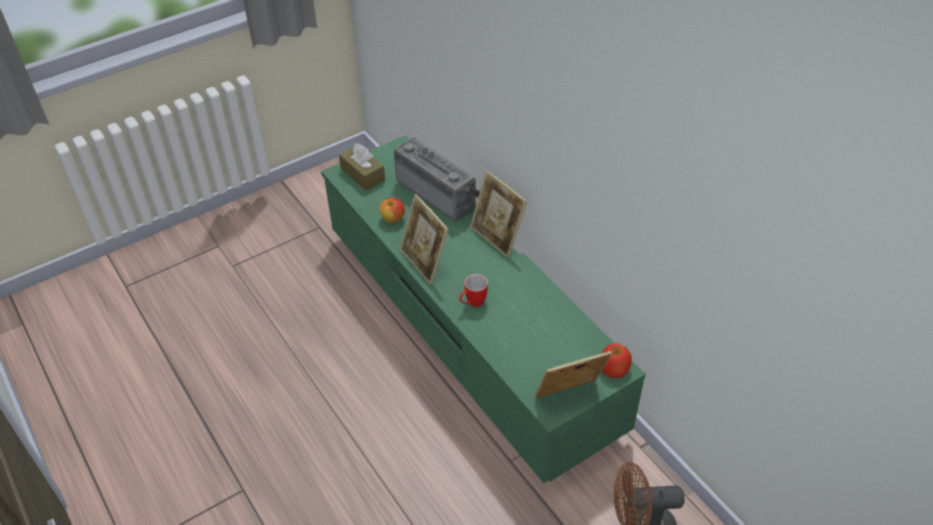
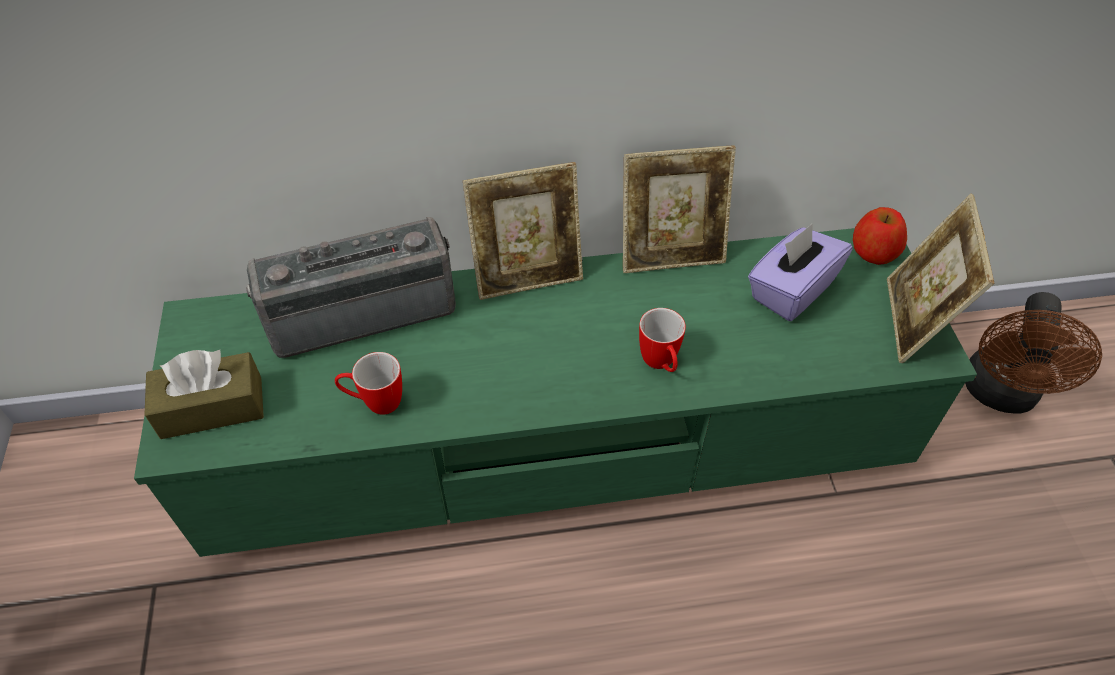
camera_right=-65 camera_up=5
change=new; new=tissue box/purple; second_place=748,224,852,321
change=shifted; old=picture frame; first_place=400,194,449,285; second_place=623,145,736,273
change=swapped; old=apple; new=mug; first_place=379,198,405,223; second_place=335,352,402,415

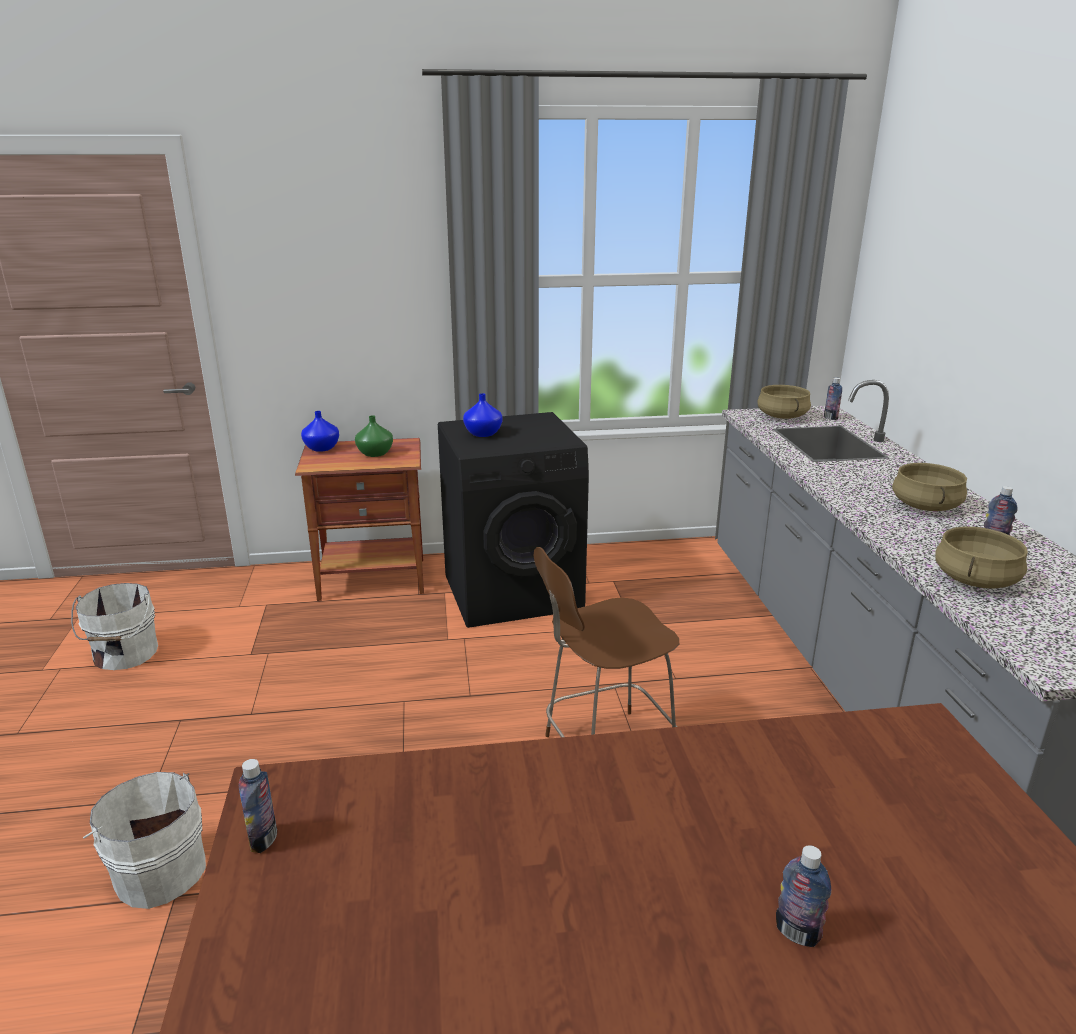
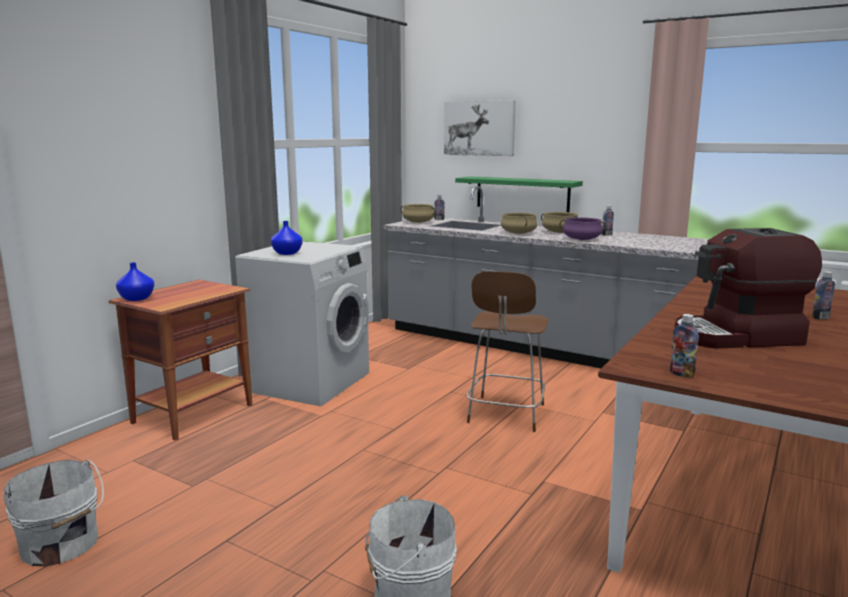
camera_right=-50 camera_up=-10
change=gone; old=vase/green; first_place=355,415,393,457
change=new; new=picture; second_place=444,100,516,156
change=new; new=shelf/green; second_place=455,176,583,212
change=new; new=cooking pot/purple; second_place=560,217,606,240
change=new; new=coffee machine; second_place=675,228,822,349
change=shifted; old=cooking pot/beige; first_place=935,526,1028,589; second_place=501,213,537,234
change=repainted; old=washing machine/black; new=washing machine/white; first_place=438,412,589,628; second_place=235,241,369,406

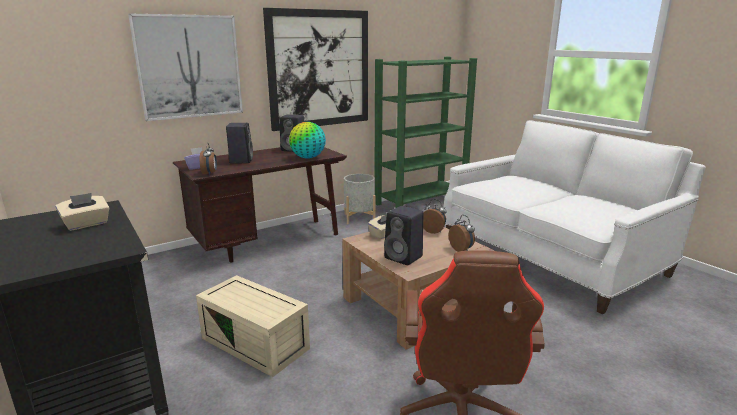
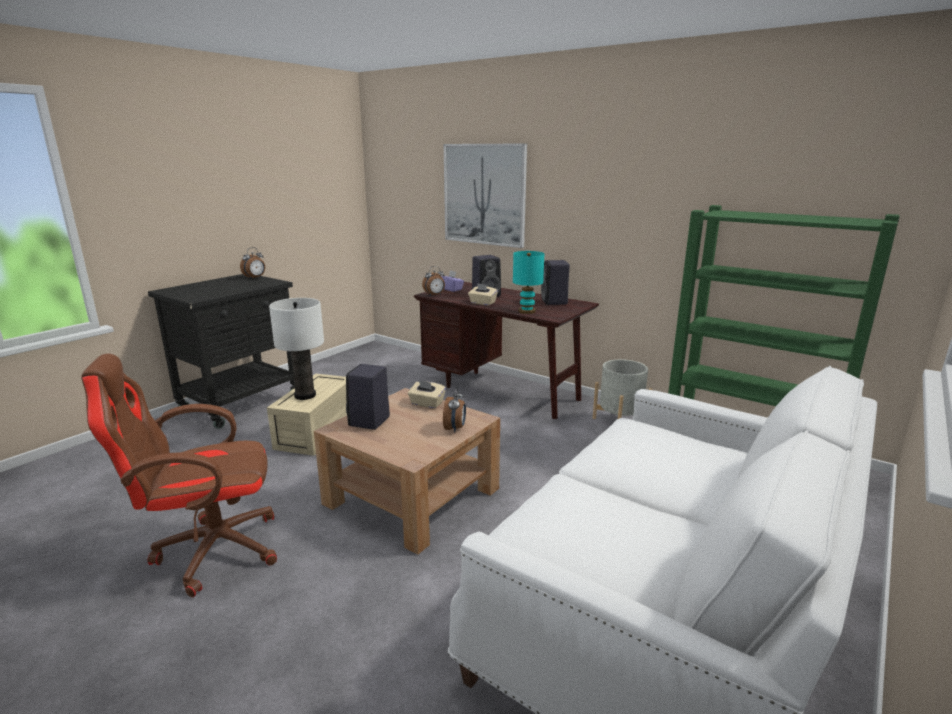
camera_right=70 camera_up=0
change=gone; old=picture; first_place=263,8,368,131
change=new; new=table lamp/white; second_place=269,298,324,400
change=shifted; old=tissue box/beige; first_place=55,193,109,231; second_place=468,283,498,305
change=shifted; old=alarm clock; first_place=449,215,475,252; second_place=240,247,265,279
change=swapped; old=globe; new=table lamp/turquoise; first_place=289,122,326,159; second_place=513,251,544,314

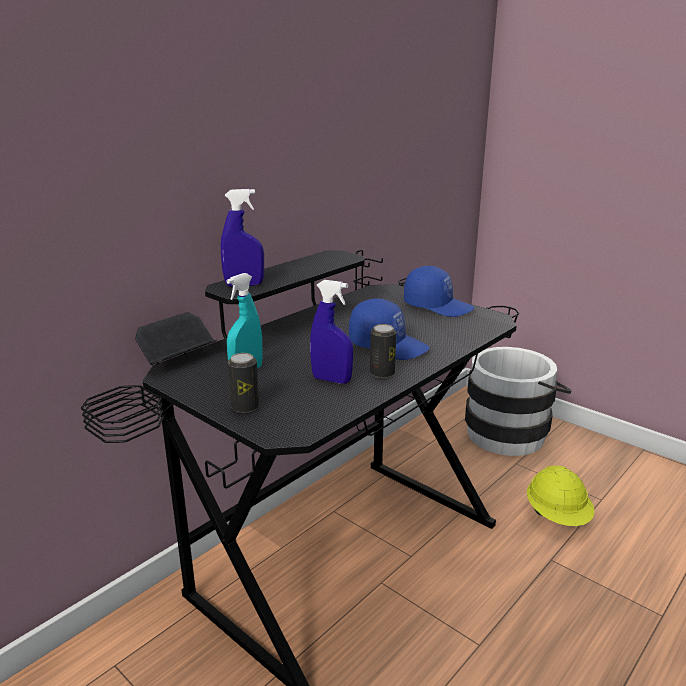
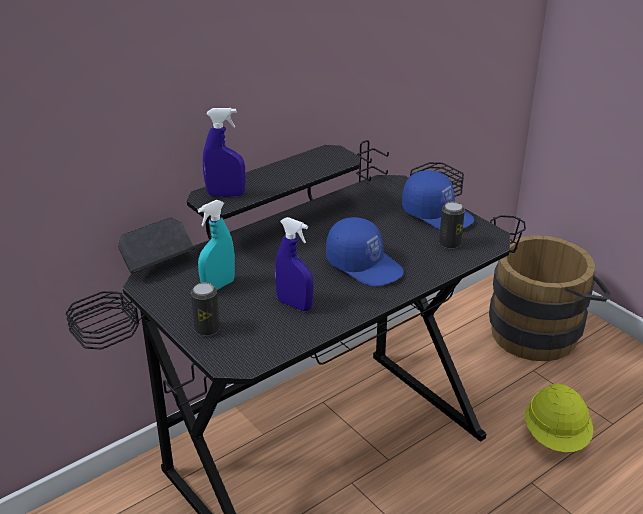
camera_right=10 camera_up=10
change=shifted; old=can; first_place=370,324,396,378; second_place=439,202,465,249
change=repainted; old=bucket/white; new=bucket/brown; first_place=465,347,572,456; second_place=489,235,611,361

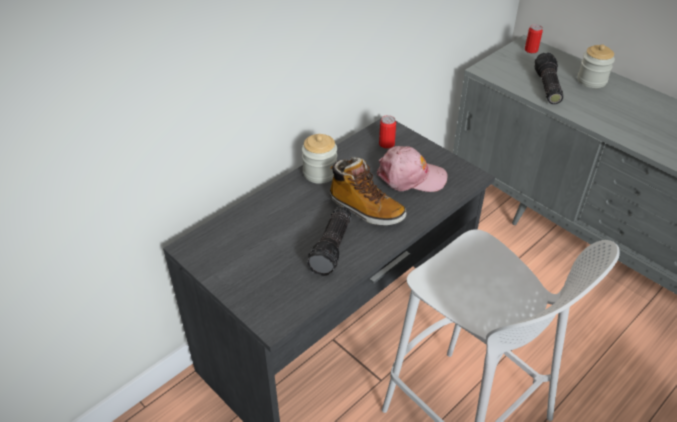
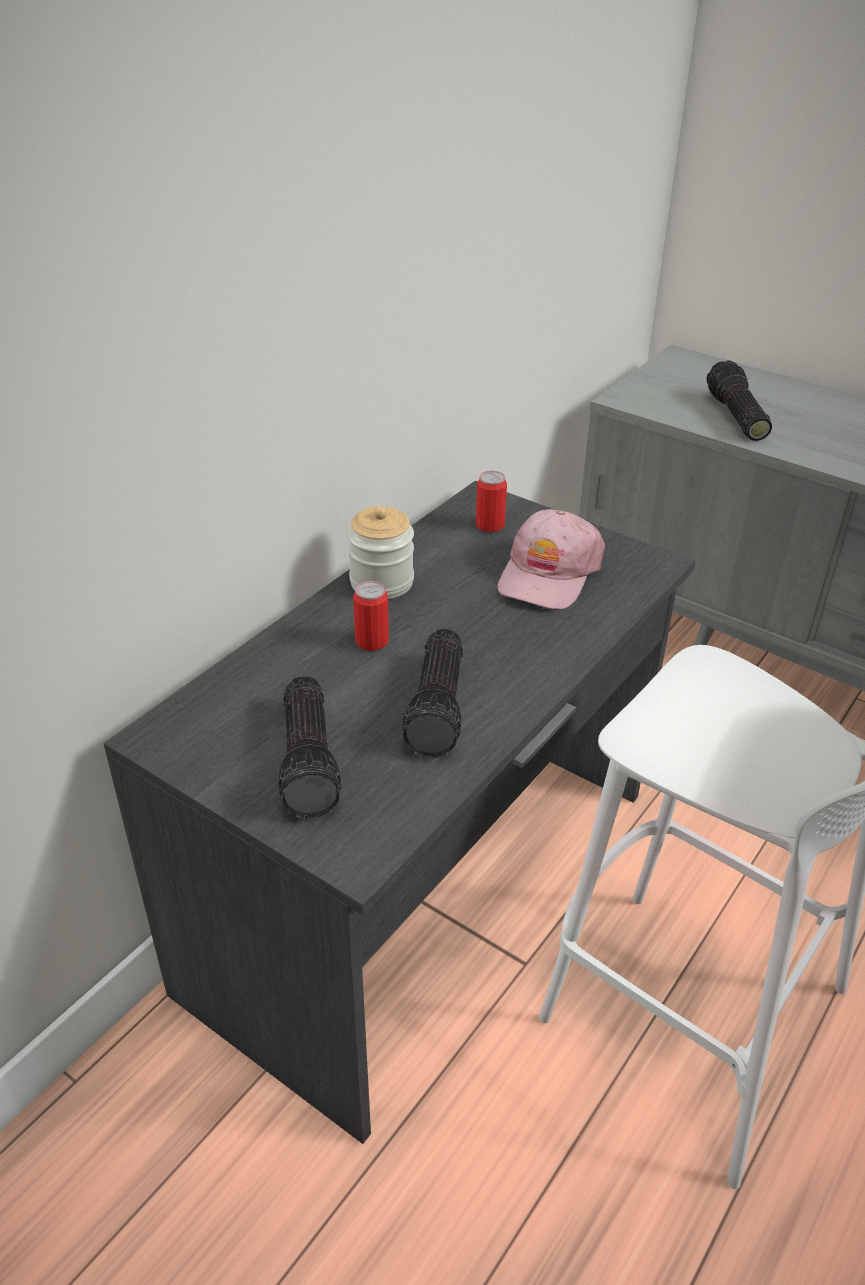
camera_right=-10 camera_up=-5
change=gone; old=boot; first_place=330,157,407,225
change=gone; old=jar; first_place=577,44,615,88
change=new; new=flashlight; second_place=278,676,341,819
change=shifted; old=can; first_place=525,24,543,53; second_place=353,581,389,651
change=rotated; old=cap/pink; first_place=377,146,448,192; second_place=498,509,605,609; degrees=120

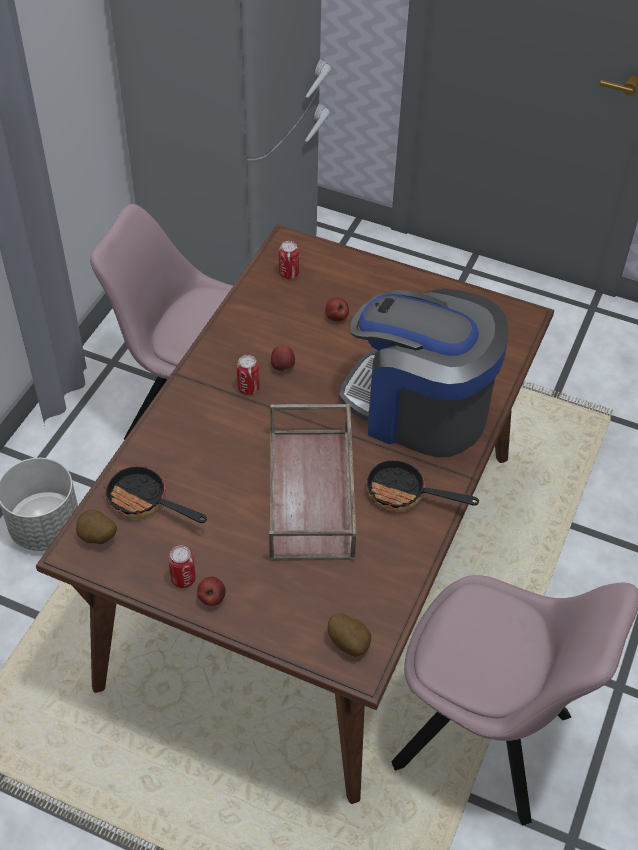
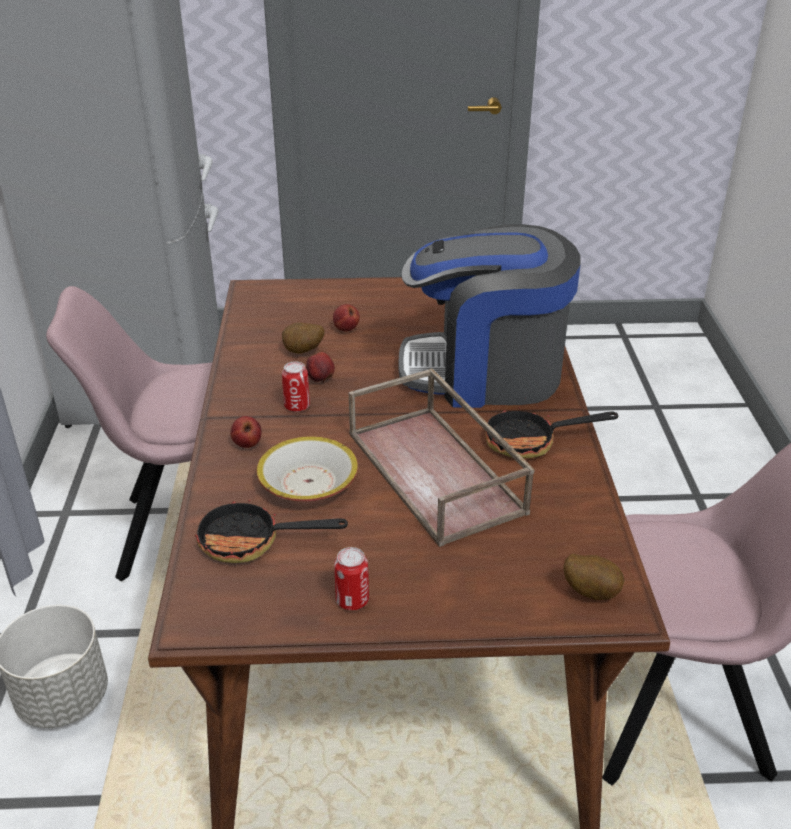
camera_right=-25 camera_up=-15
change=gone; old=can; first_place=279,241,299,279
change=new; new=bowl; second_place=257,436,358,501
change=shifted; old=potato; first_place=76,510,117,544; second_place=282,322,325,354
change=shifted; old=apple; first_place=197,577,226,606; second_place=230,416,262,448

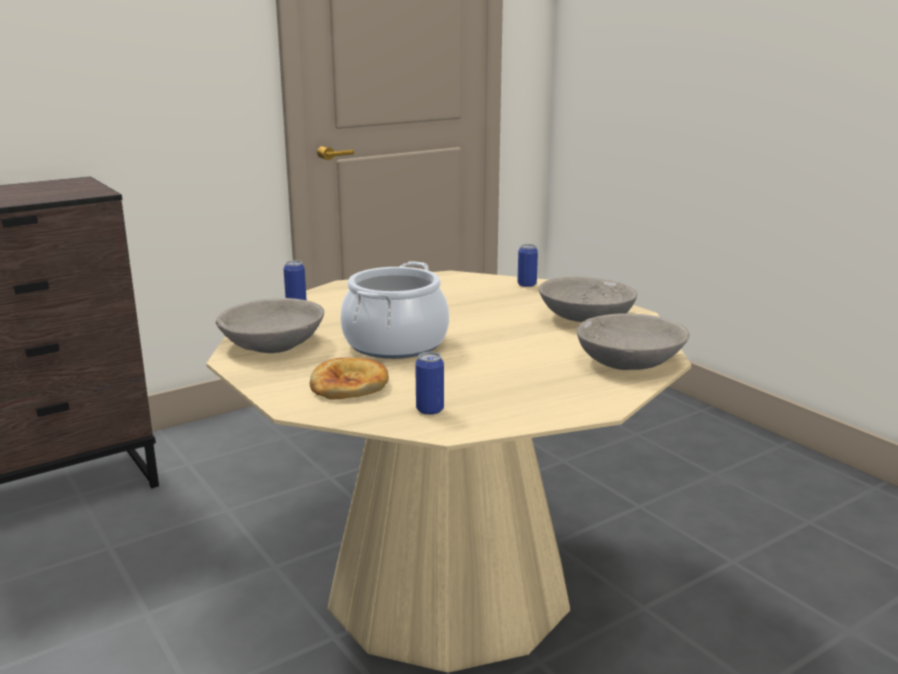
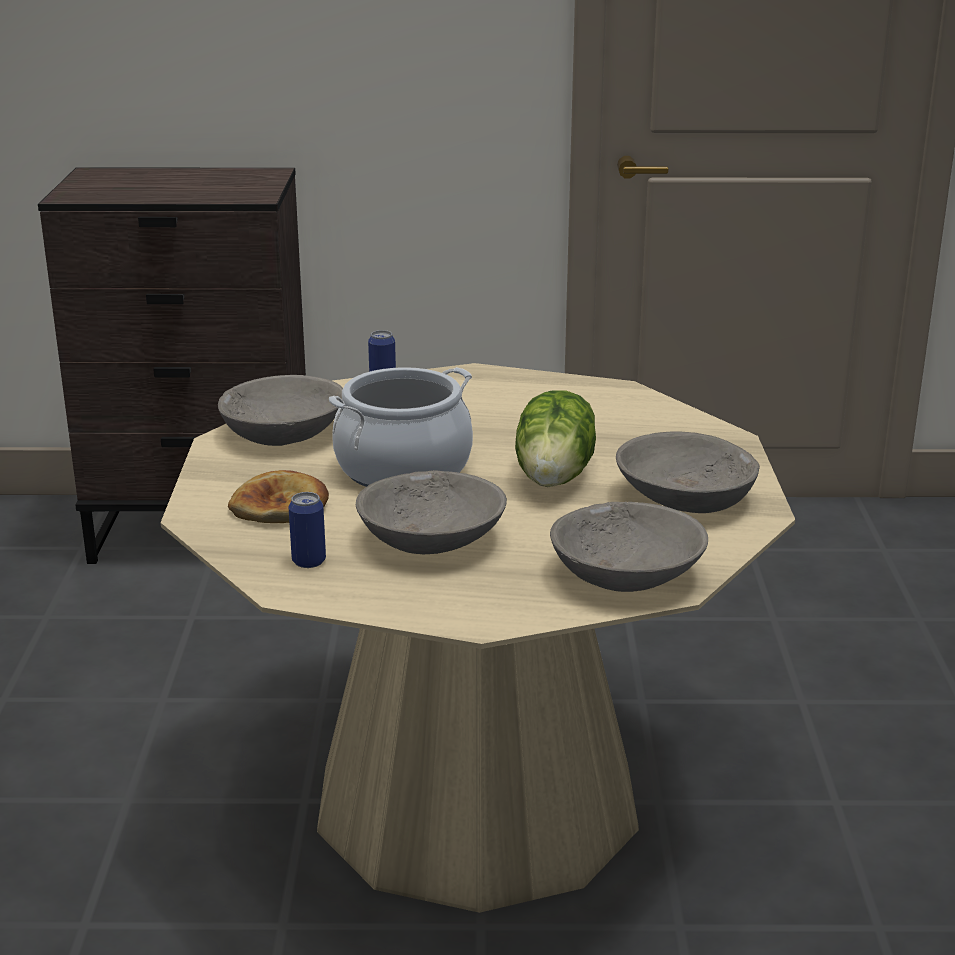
camera_right=35 camera_up=5
change=gone; old=can; first_place=517,244,538,287
change=new; new=bowl/grey; second_place=356,470,507,554
change=new; new=lettuce; second_place=515,390,596,487

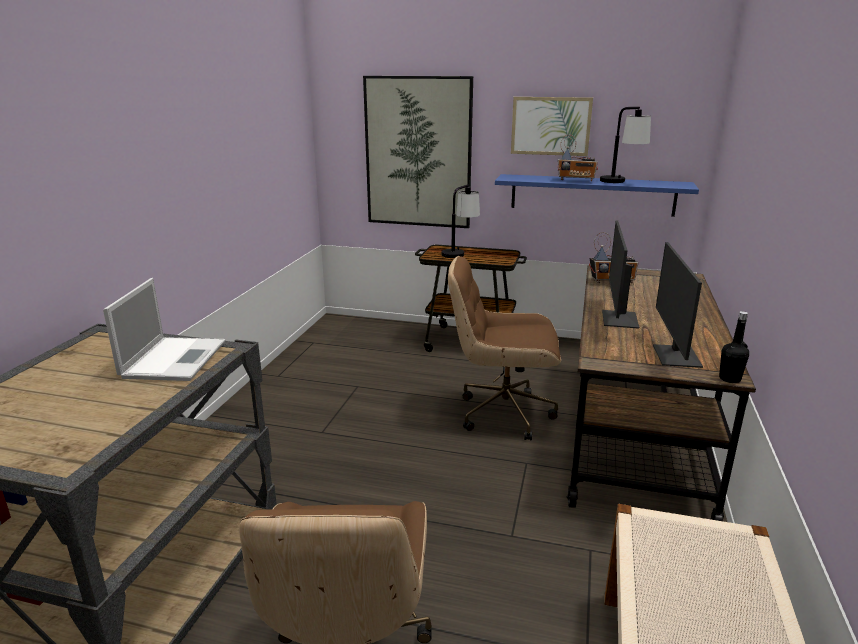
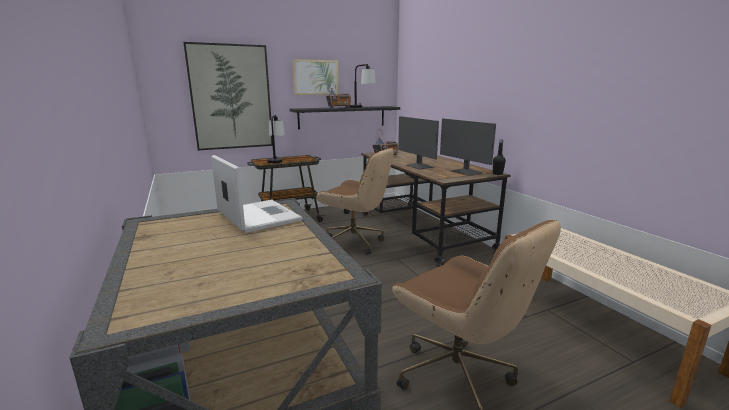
camera_right=-40 camera_up=-5
change=repainted; old=shelf/blue; new=shelf/black; first_place=495,174,699,217; second_place=290,106,400,129
change=rotated; old=office chair/brown; first_place=448,256,561,440; second_place=316,148,394,255; degrees=-120

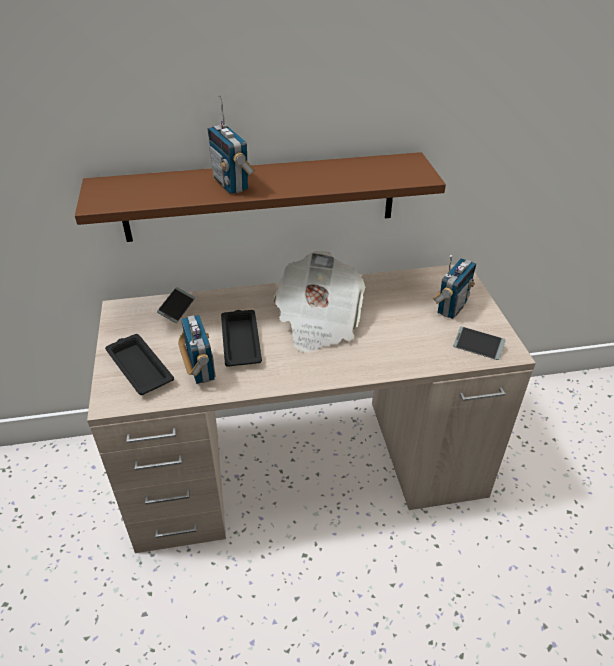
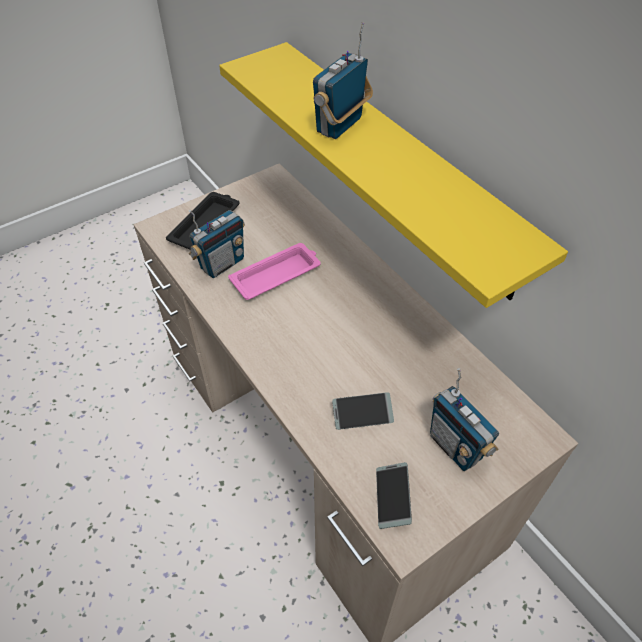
camera_right=65 camera_up=10
change=gone; old=newspaper; first_place=274,251,365,352
change=shifted; old=phone; first_place=157,287,195,323; second_place=332,392,394,430
change=repainted; old=shelf/brown; new=shelf/yellow; first_place=75,152,446,242; second_place=219,42,568,308
change=repainted; old=tray/black; new=tray/pink; first_place=221,310,262,367; second_place=228,243,321,300
change=rotated; old=radio; first_place=433,255,476,319; second_place=430,368,499,471; degrees=45

